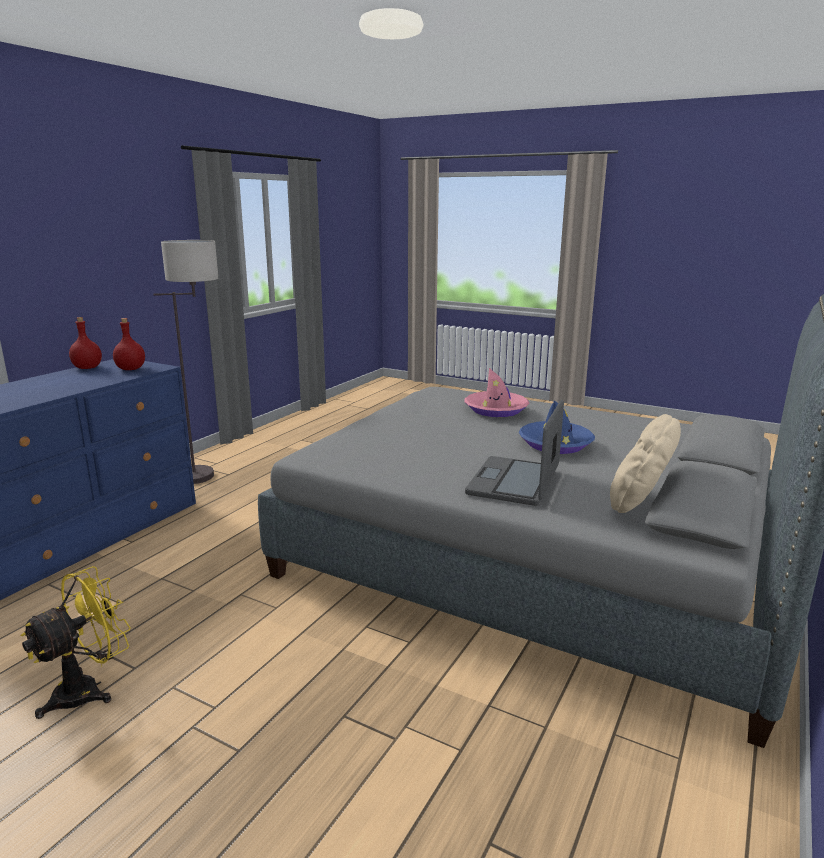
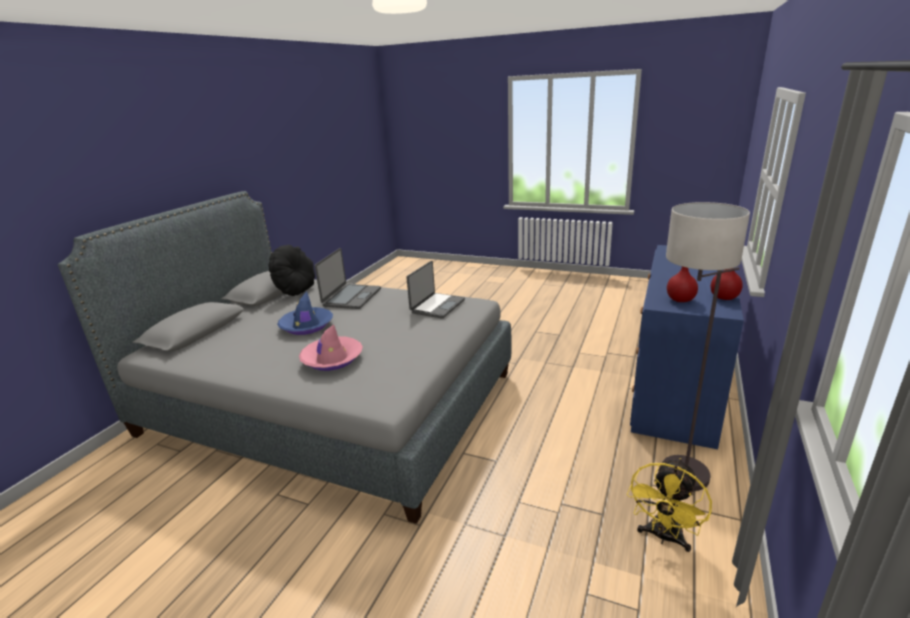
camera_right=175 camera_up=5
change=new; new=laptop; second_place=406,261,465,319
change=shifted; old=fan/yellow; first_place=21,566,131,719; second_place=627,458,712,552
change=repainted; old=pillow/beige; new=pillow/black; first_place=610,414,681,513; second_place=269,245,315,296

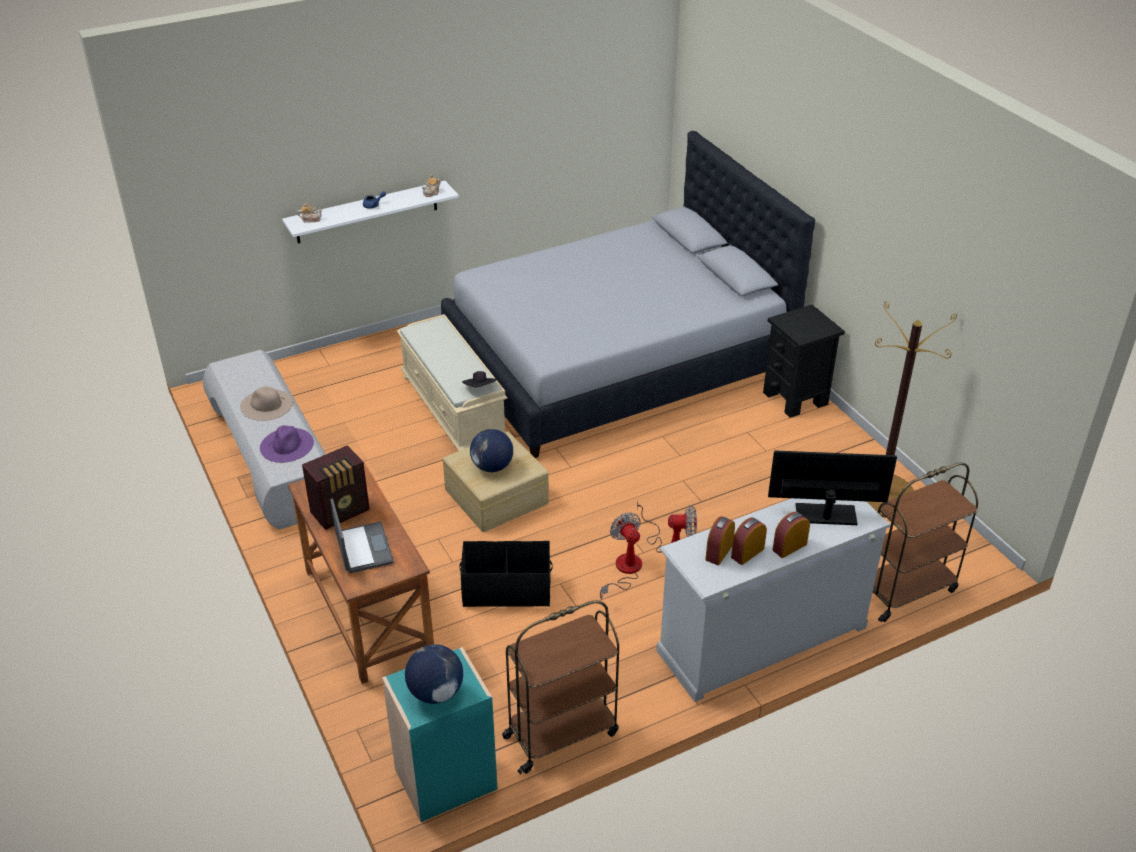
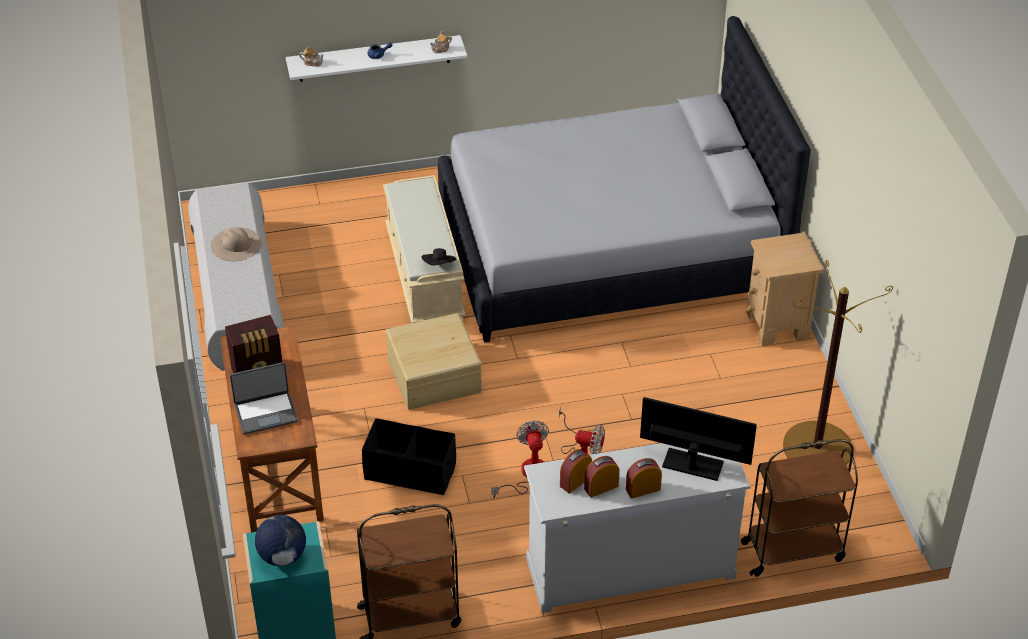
camera_right=15 camera_up=5
change=gone; old=hat/purple; first_place=260,425,314,463
change=gone; old=globe; first_place=470,429,513,472
change=repainted; old=nightstand/black; new=nightstand/beige; first_place=763,305,845,418; second_place=747,232,824,346
change=rotated; old=laptop; first_place=330,498,394,573; second_place=230,362,298,434; degrees=75

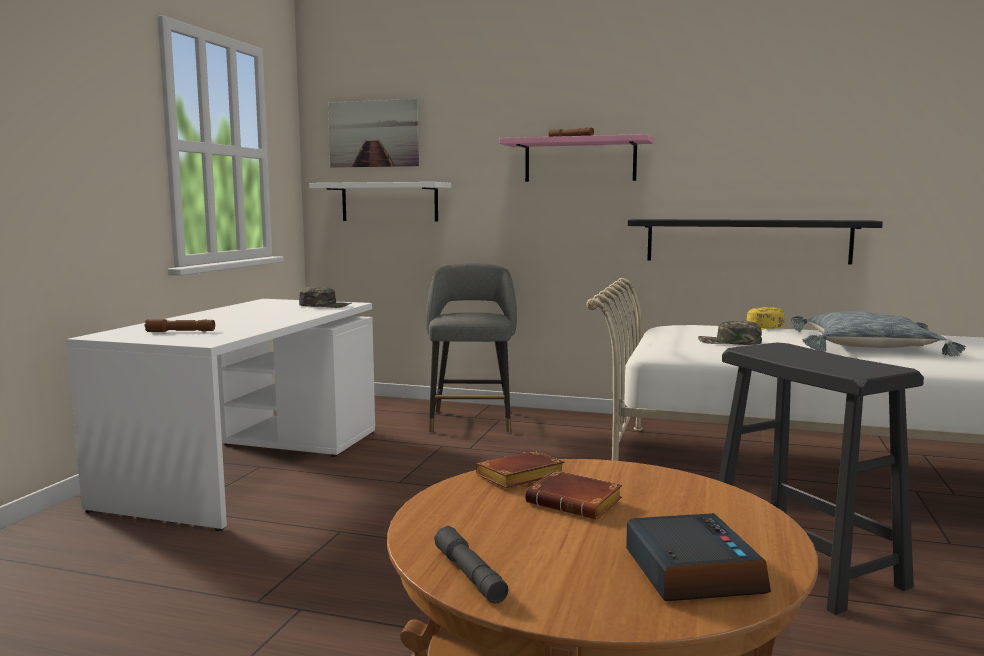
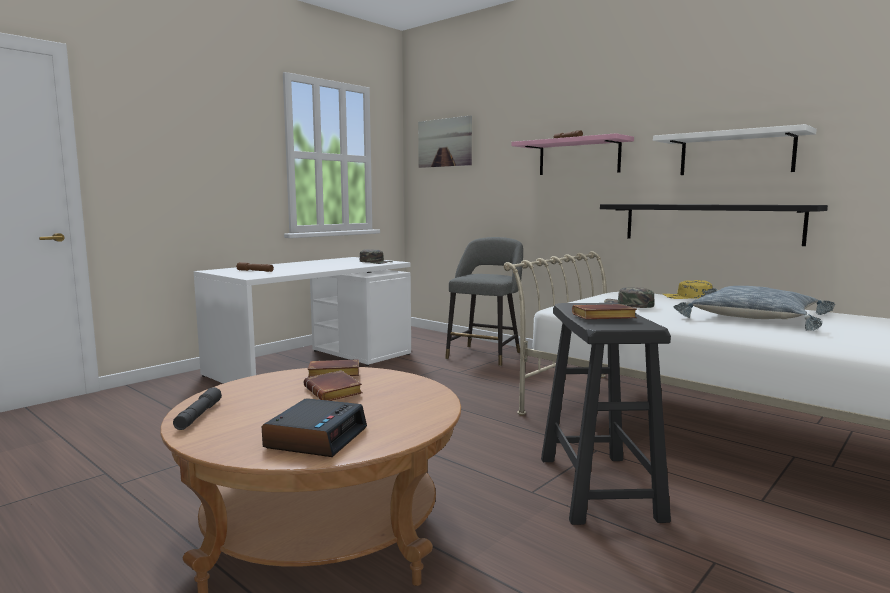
camera_right=25 camera_up=0
change=new; new=book/brown; second_place=572,304,637,319
change=shifted; old=shelf/white; first_place=309,182,451,222; second_place=653,124,817,175

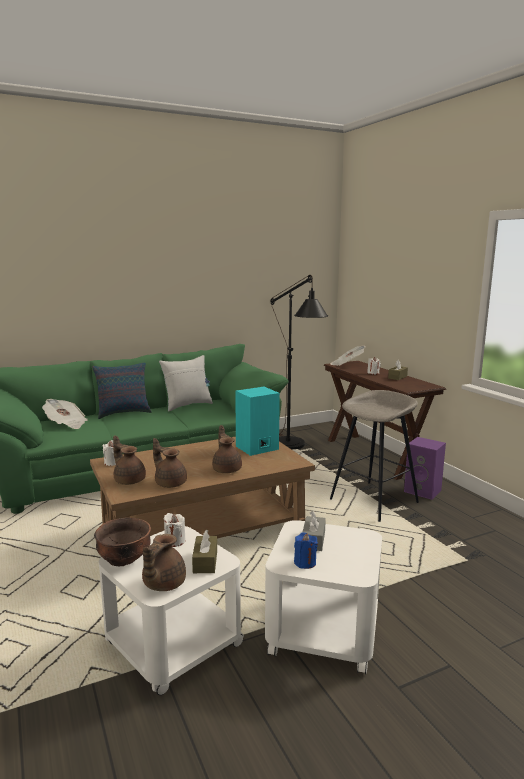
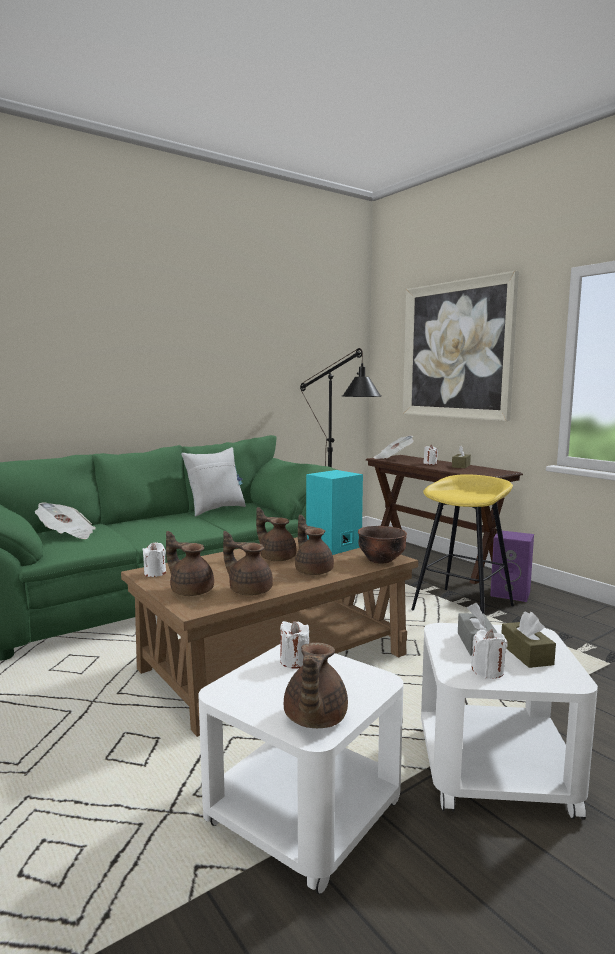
camera_right=-10 camera_up=-5
change=gone; old=pillow/blue; first_place=92,363,152,419
change=new; new=teapot/brown; second_place=256,507,297,561
change=new; new=picture; second_place=403,271,519,421
change=shifted; old=bowl/brown; first_place=94,518,151,566; second_place=358,526,407,563
change=shifted; old=tissue box/brown; first_place=192,530,217,573; second_place=501,612,556,668
change=repainted; old=candle/blue; new=candle/white; first_place=294,532,318,569; second_place=471,629,508,679
change=repainted; old=stool/grey; new=stool/yellow; first_place=330,390,419,522; second_place=411,474,514,614

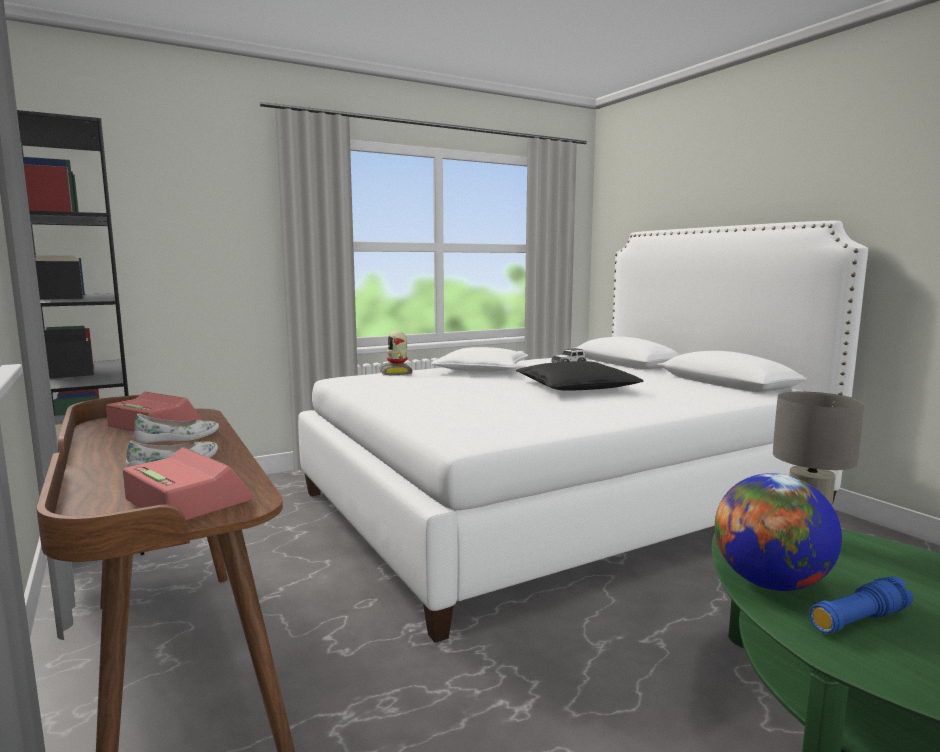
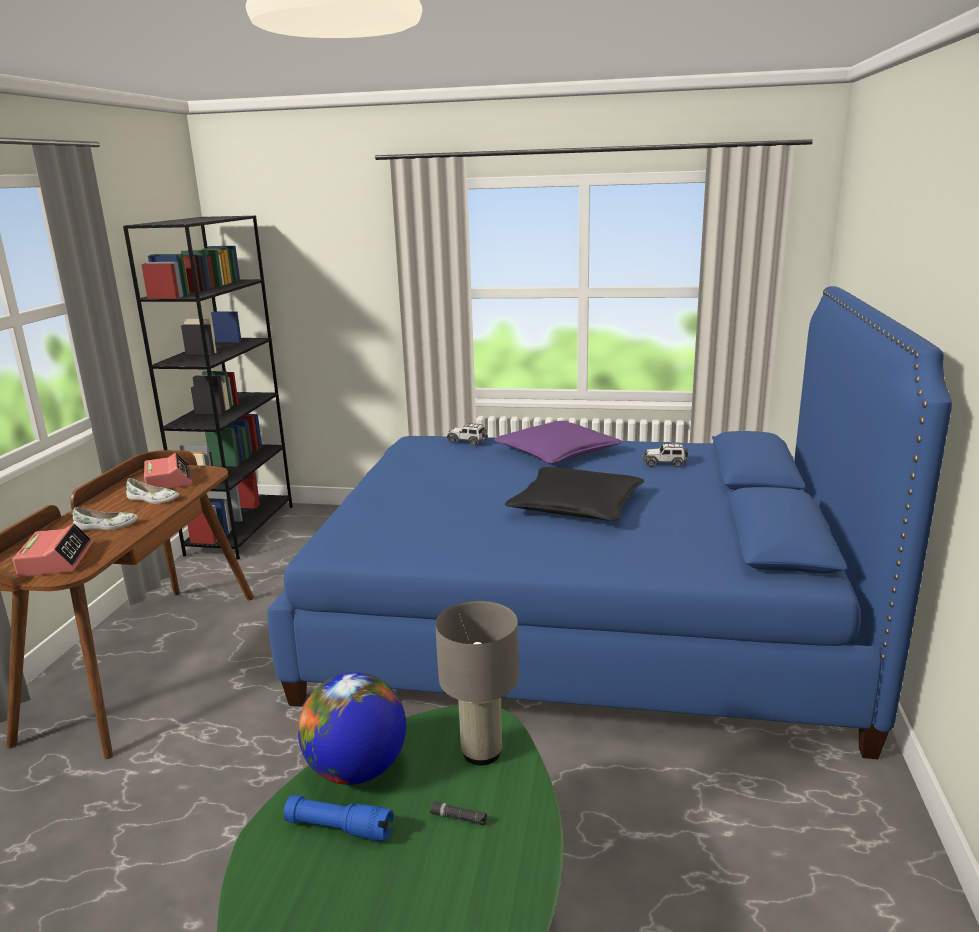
camera_right=40 camera_up=10
change=new; new=flashlight/black; second_place=429,801,487,825
change=swapped; old=toy robot; new=toy car; first_place=379,331,413,375; second_place=447,423,488,446
change=repainted; old=bed/white; new=bed/blue; first_place=298,221,868,643; second_place=267,286,952,759
change=repainted; old=pillow/white; new=pillow/purple; first_place=431,347,528,372; second_place=494,421,622,463

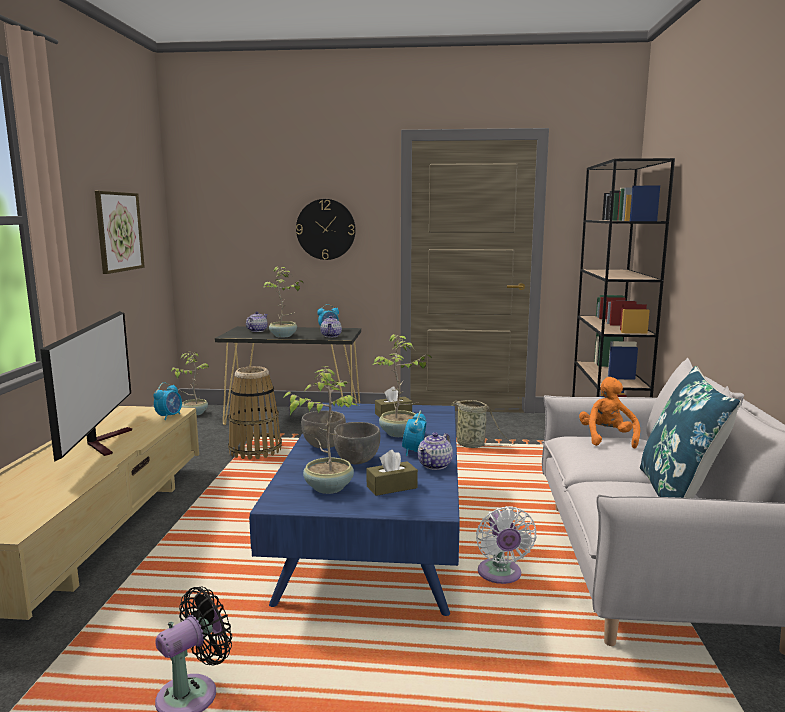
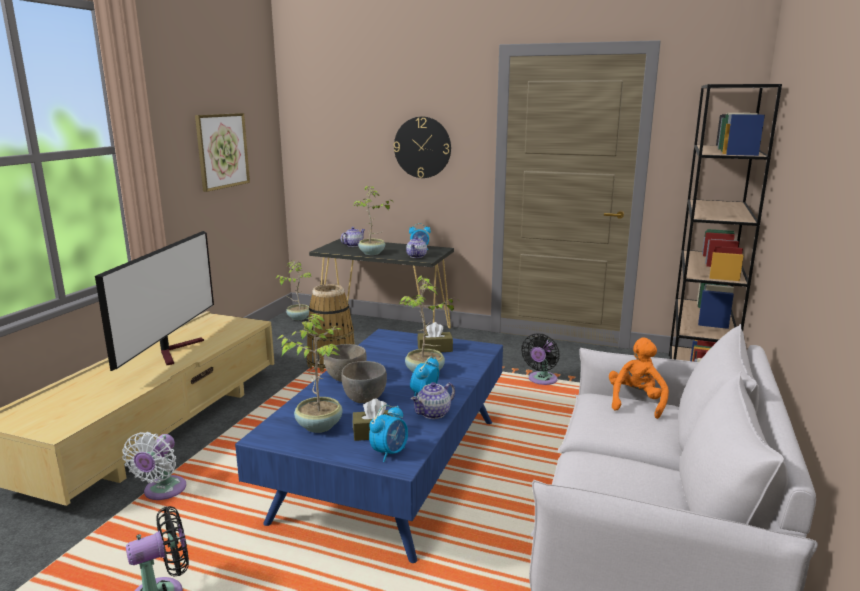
camera_right=15 camera_up=5
change=gone; old=pillow/blue; first_place=640,366,741,498
change=shifted; old=alarm clock; first_place=153,382,182,420; second_place=369,405,408,462
change=shifted; old=fan/white; first_place=476,506,537,584; second_place=122,432,186,500
change=swapped; old=basket; new=fan/black; first_place=451,400,515,448; second_place=521,333,560,385

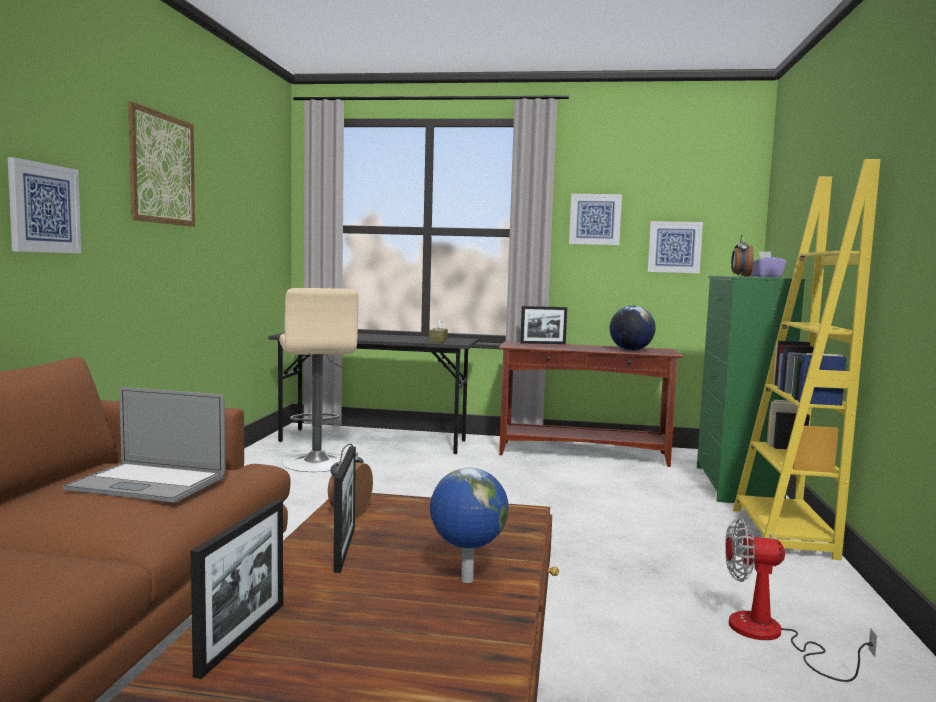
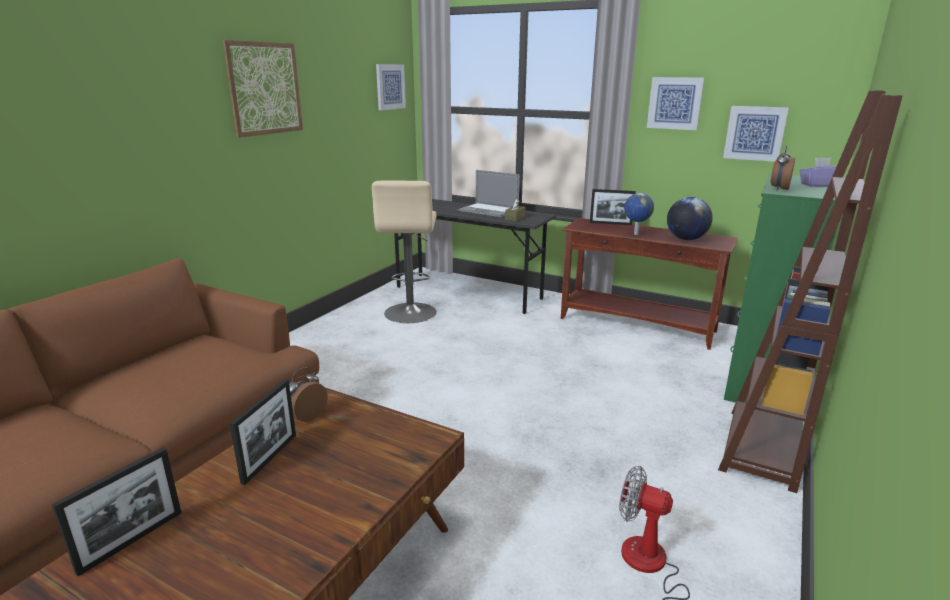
camera_right=20 camera_up=15
change=shifted; old=picture; first_place=8,157,81,253; second_place=376,64,406,110
change=shifted; old=laptop; first_place=63,387,225,503; second_place=458,170,520,217
change=shifted; old=globe; first_place=430,468,509,583; second_place=624,193,654,235
change=repainted; old=bookcase/yellow; new=bookcase/brown; first_place=733,159,881,560; second_place=718,90,903,493

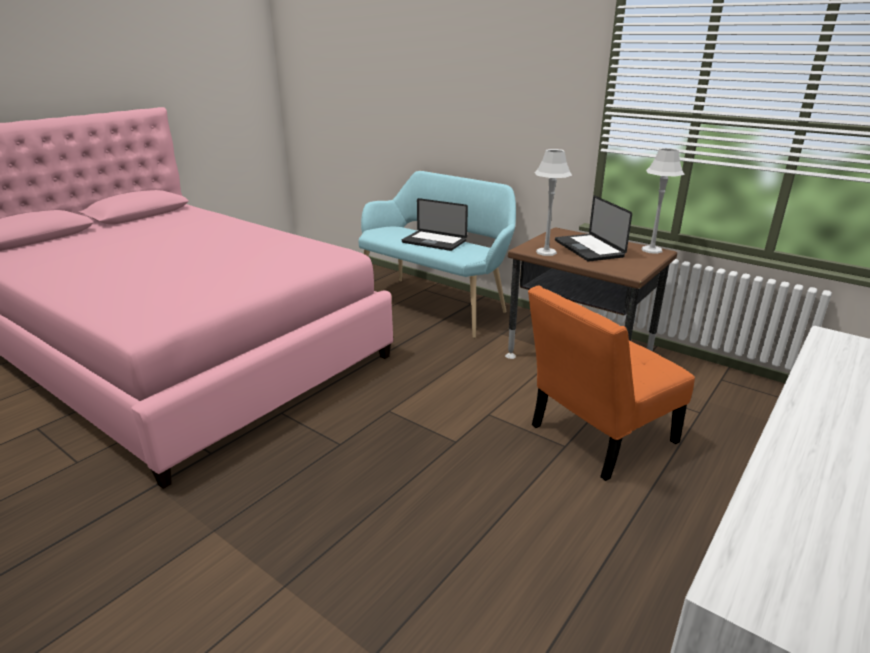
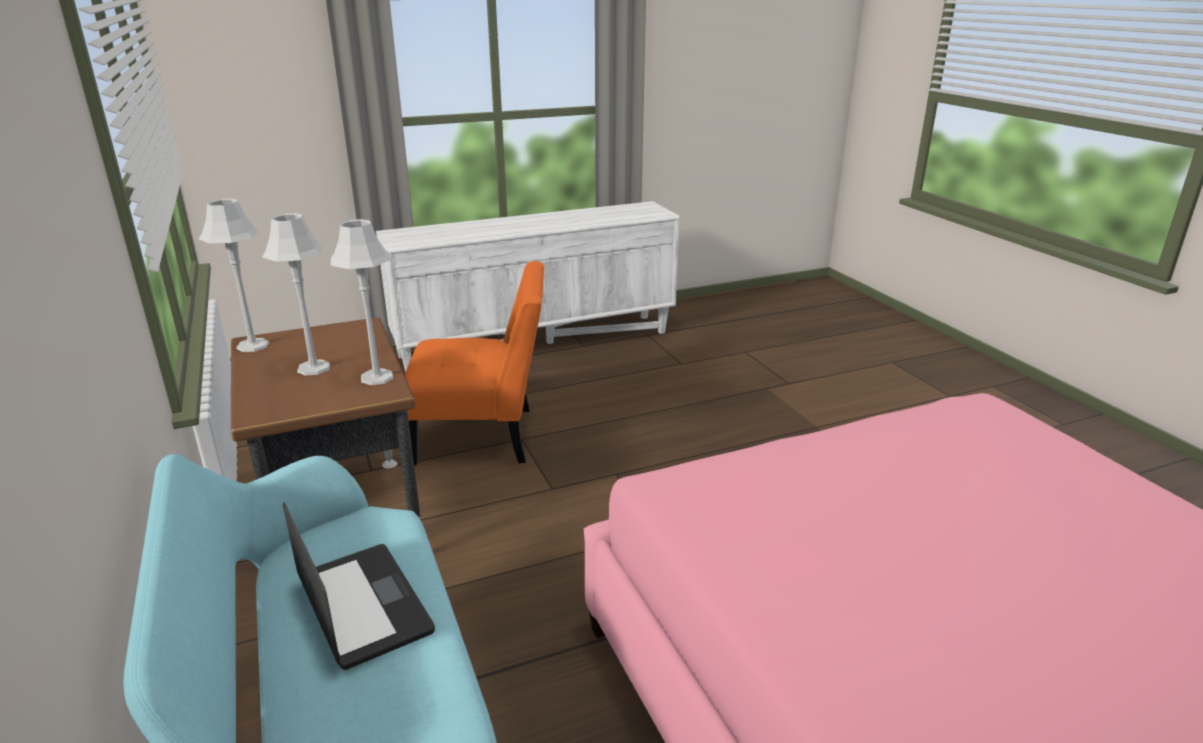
camera_right=-150 camera_up=0
change=swapped; old=laptop; new=table lamp/grey; first_place=555,195,632,262; second_place=262,213,331,376

